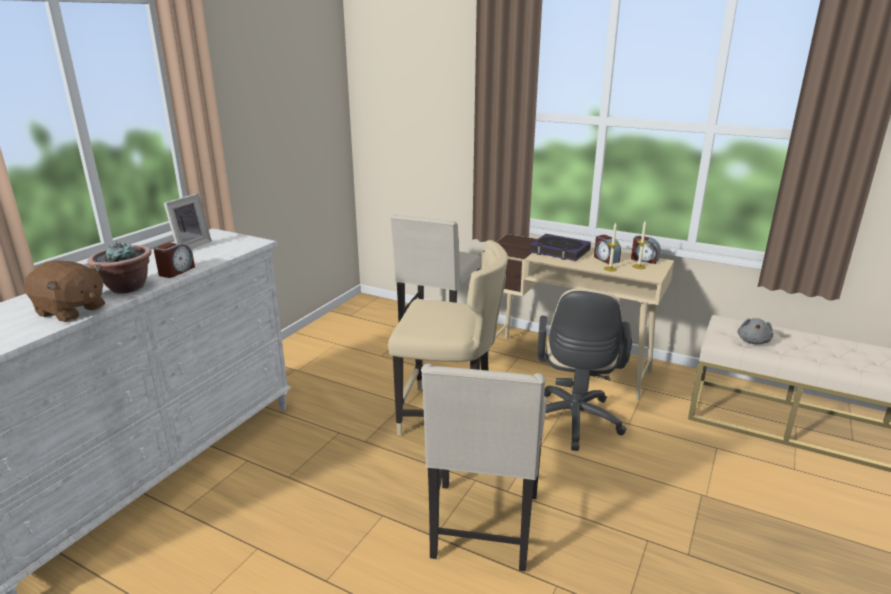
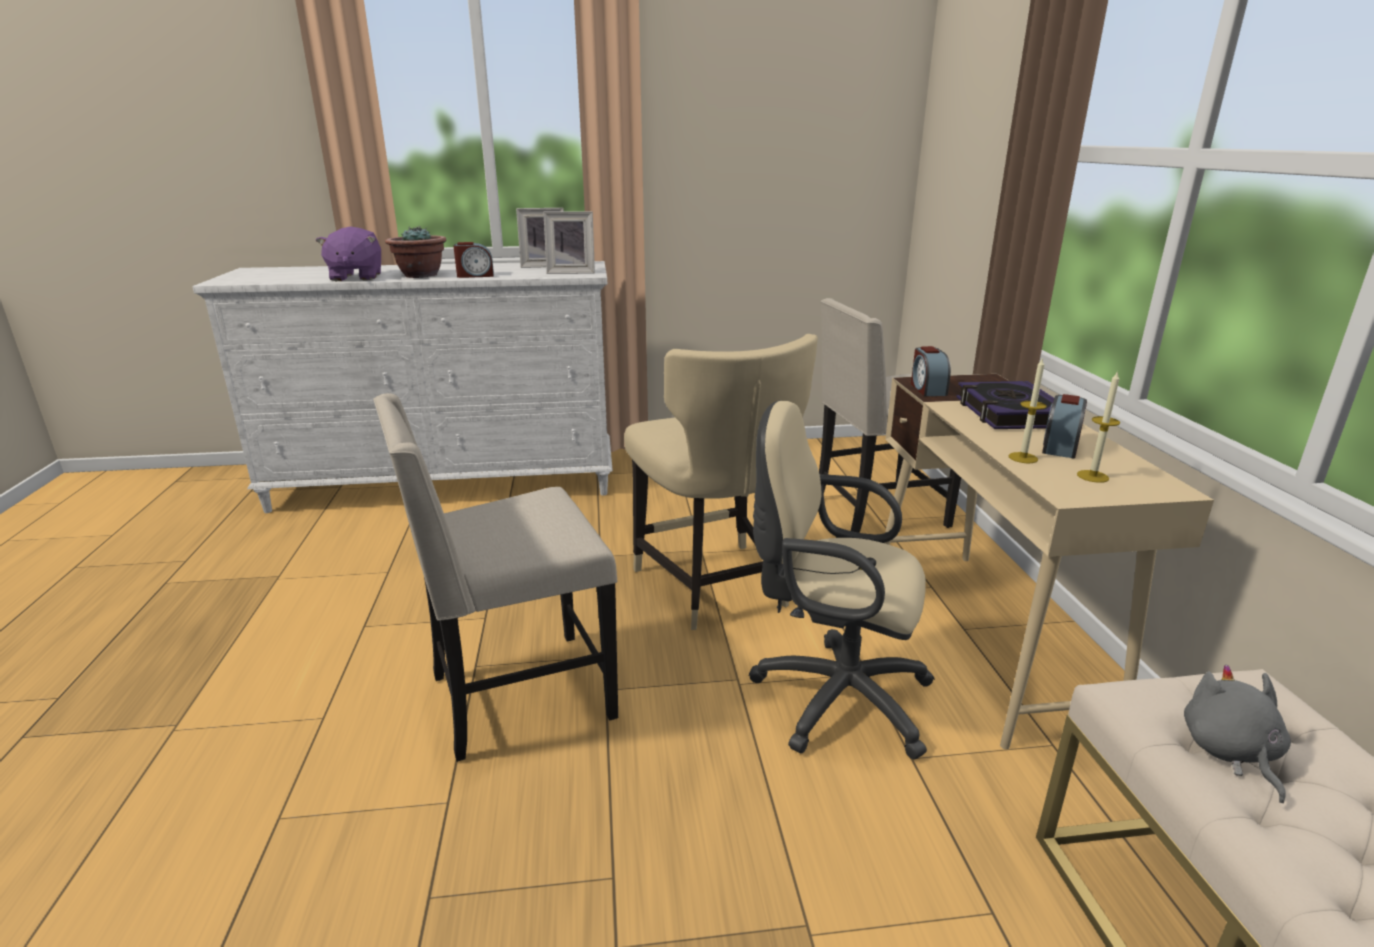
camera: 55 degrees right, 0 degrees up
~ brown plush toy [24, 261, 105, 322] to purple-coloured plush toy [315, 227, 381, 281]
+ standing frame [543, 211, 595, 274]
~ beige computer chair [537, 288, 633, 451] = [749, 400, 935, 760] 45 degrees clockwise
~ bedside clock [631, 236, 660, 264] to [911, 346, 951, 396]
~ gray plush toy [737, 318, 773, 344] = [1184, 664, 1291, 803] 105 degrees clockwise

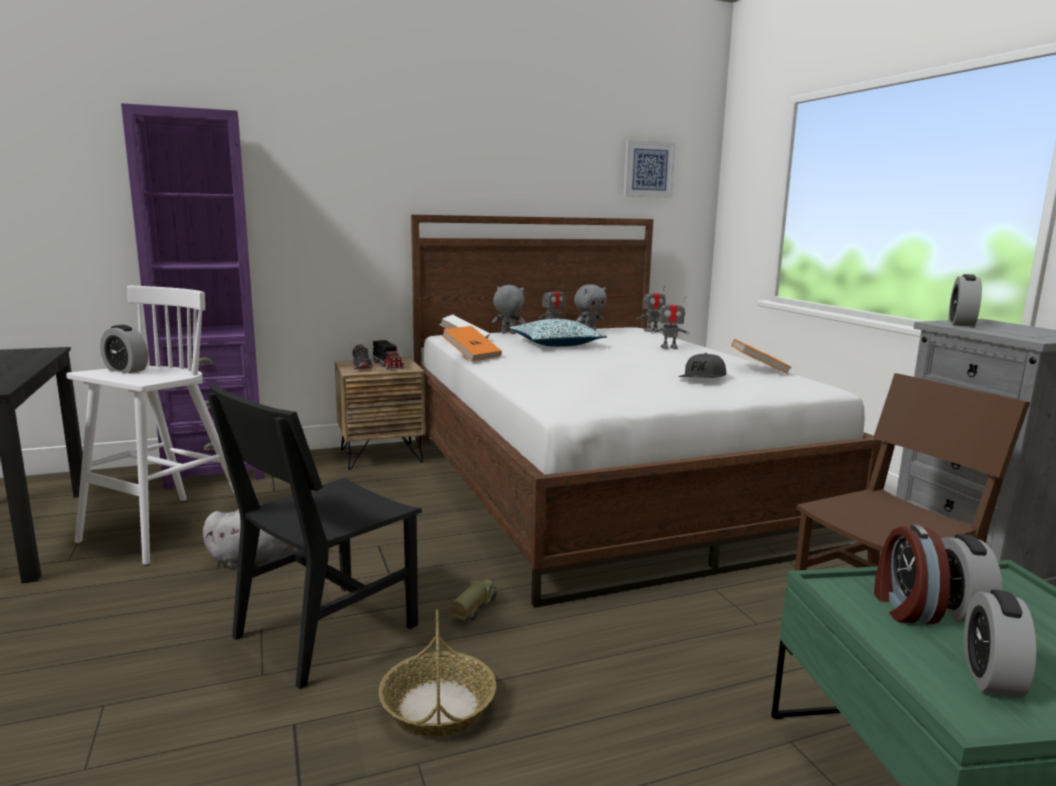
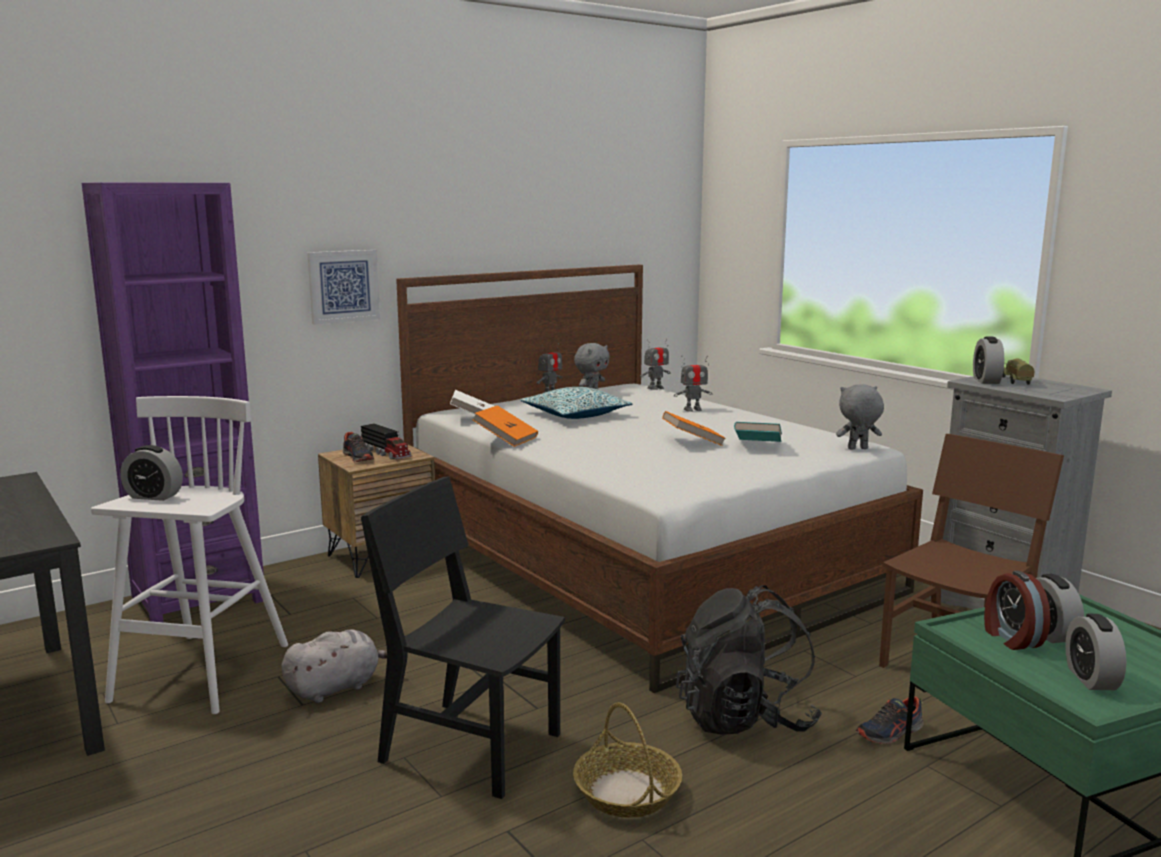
camera: 15 degrees left, 0 degrees up
~ wall art [624, 140, 676, 198] to [307, 250, 380, 325]
~ blackish chair [207, 385, 422, 689] = [361, 477, 565, 799] 90 degrees clockwise
~ orange book [731, 339, 792, 375] to [662, 411, 726, 446]
+ blackish rucksack [676, 585, 822, 734]
~ gray peaked cap [678, 353, 727, 378] to turquoise-coloured book [734, 422, 782, 442]
~ gray plush toy [492, 285, 526, 334] to [836, 384, 884, 450]
+ shoe [856, 696, 924, 744]
~ toy lorry [449, 580, 499, 621] to [1002, 358, 1035, 384]

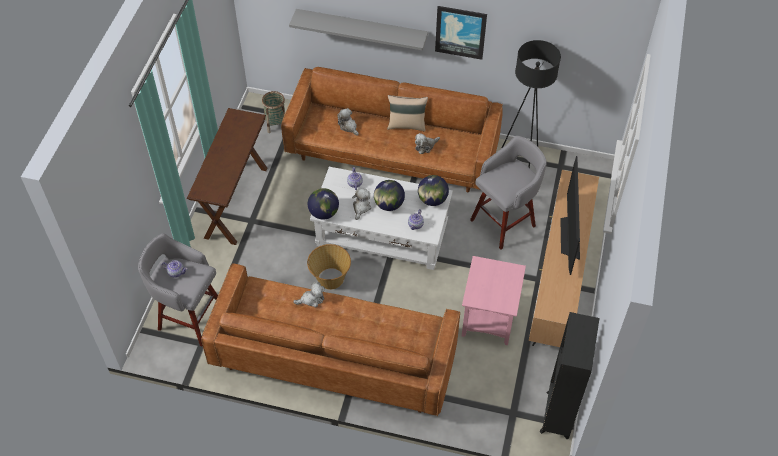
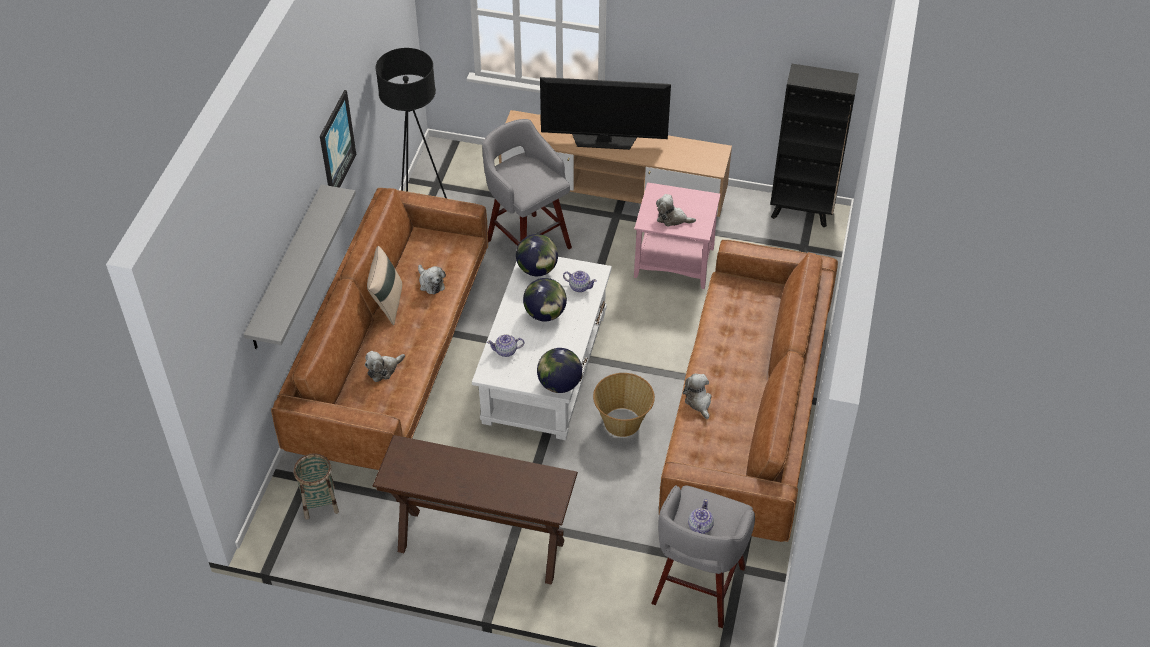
camera: 90 degrees left, 5 degrees down
~ plush toy [352, 189, 371, 220] to [656, 194, 696, 226]

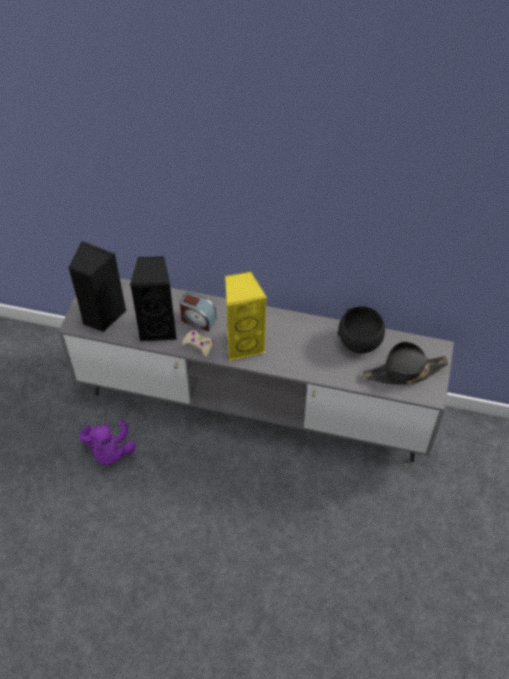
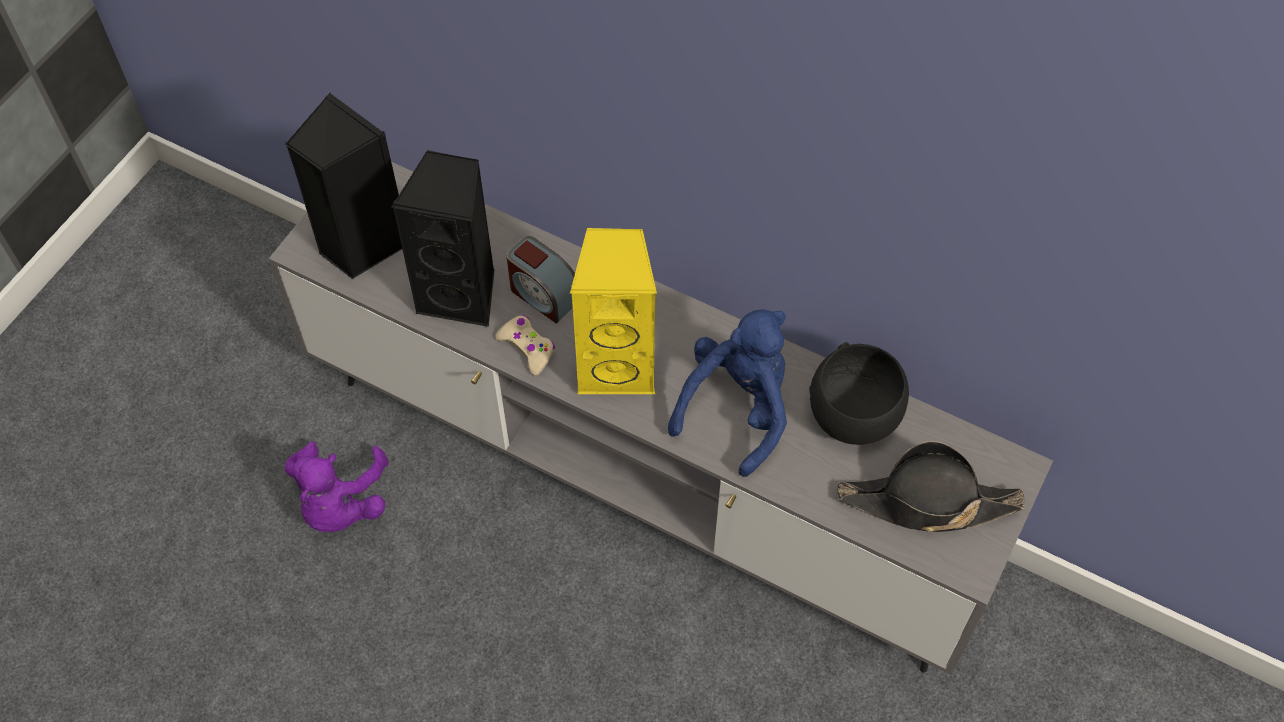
camera: 15 degrees right, 5 degrees up
+ blue-coloured plush toy [668, 309, 787, 477]

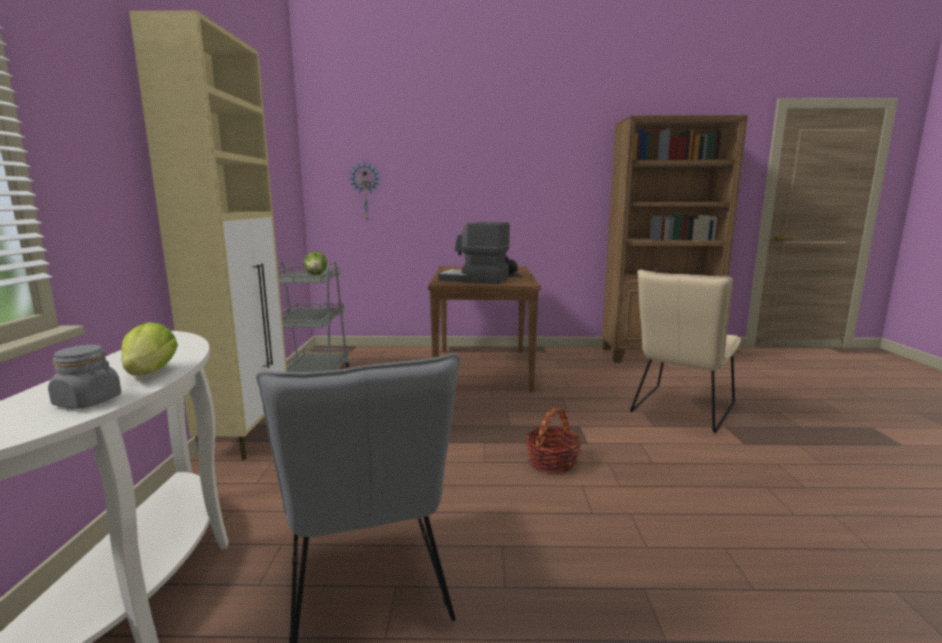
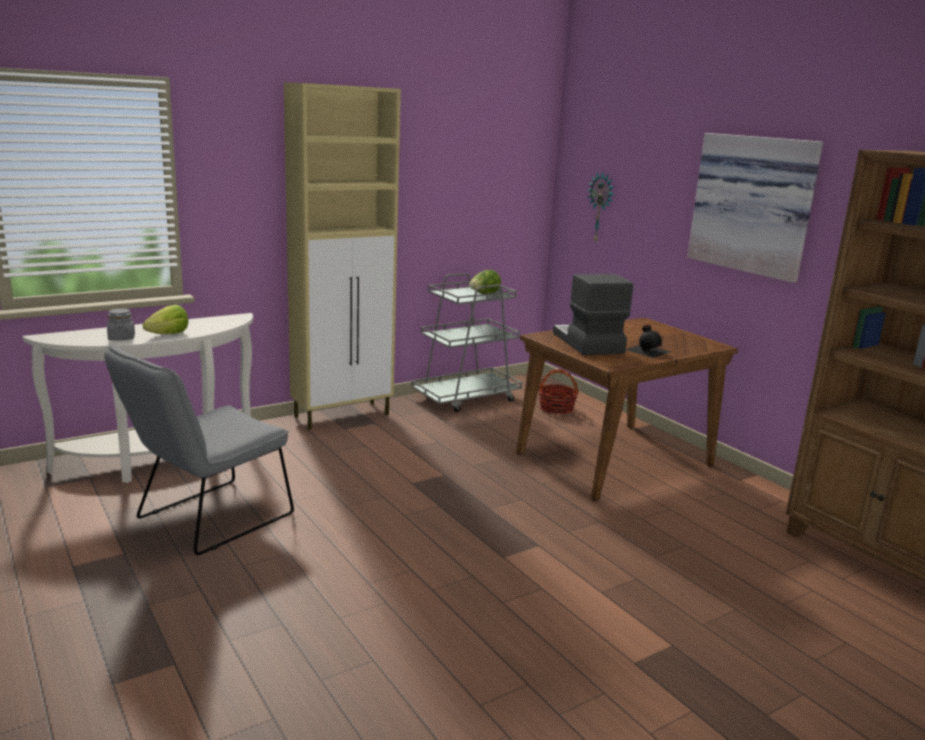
camera: 55 degrees right, 5 degrees up
~ storage basket [526, 408, 582, 474] to [538, 369, 579, 414]
+ wall art [687, 133, 823, 283]
- beige chair [630, 270, 741, 433]

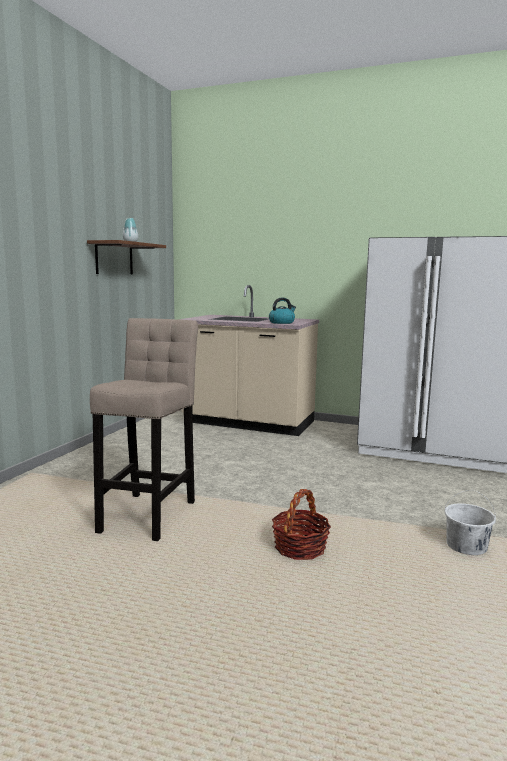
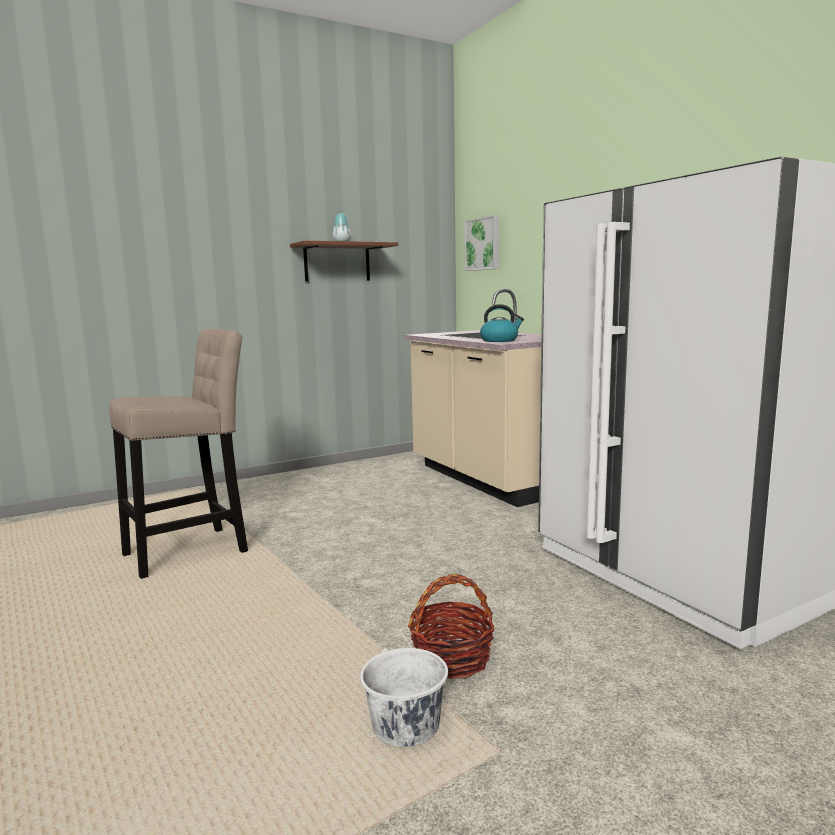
camera: 40 degrees right, 0 degrees up
~ storage basket [272, 489, 331, 560] to [408, 574, 495, 679]
+ wall art [465, 215, 499, 271]

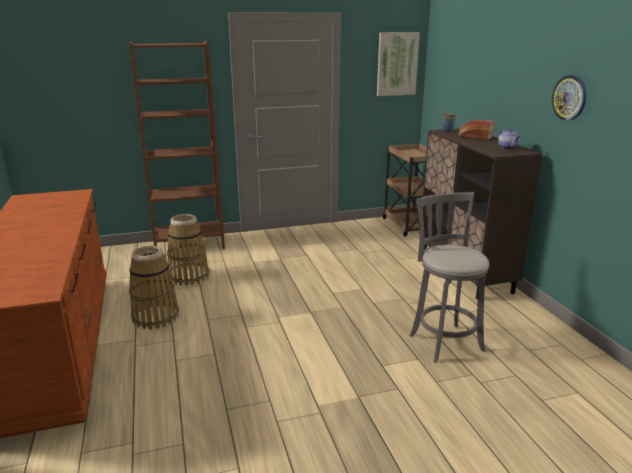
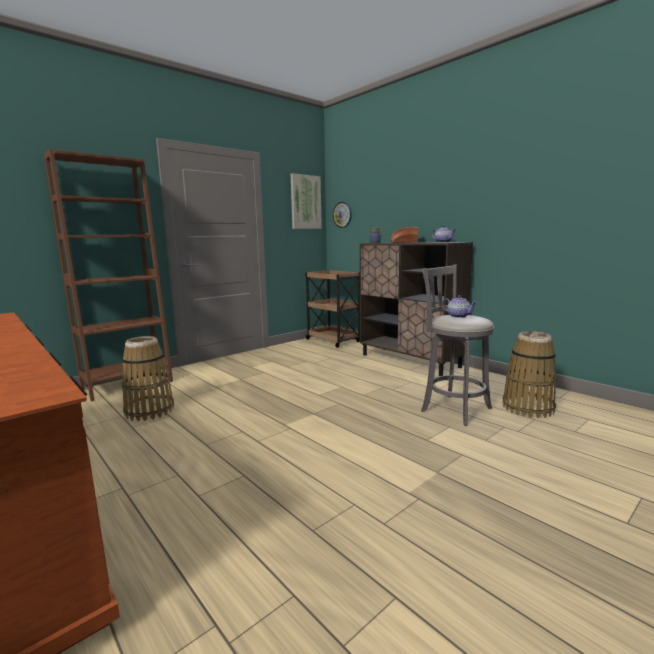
camera: 25 degrees left, 10 degrees down
~ clock on the wall [552, 75, 586, 121] to [333, 202, 352, 228]
+ tea pot [442, 295, 477, 318]
~ storage basket [129, 246, 179, 330] to [503, 331, 557, 418]

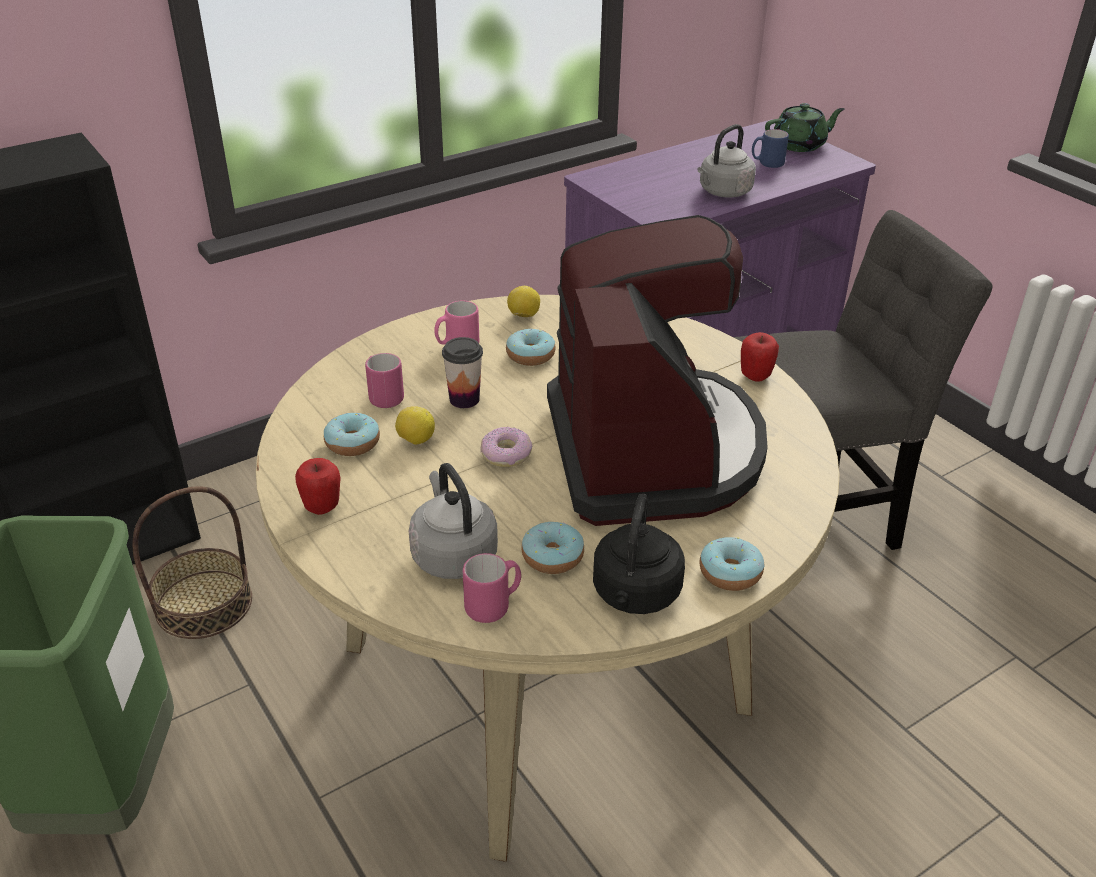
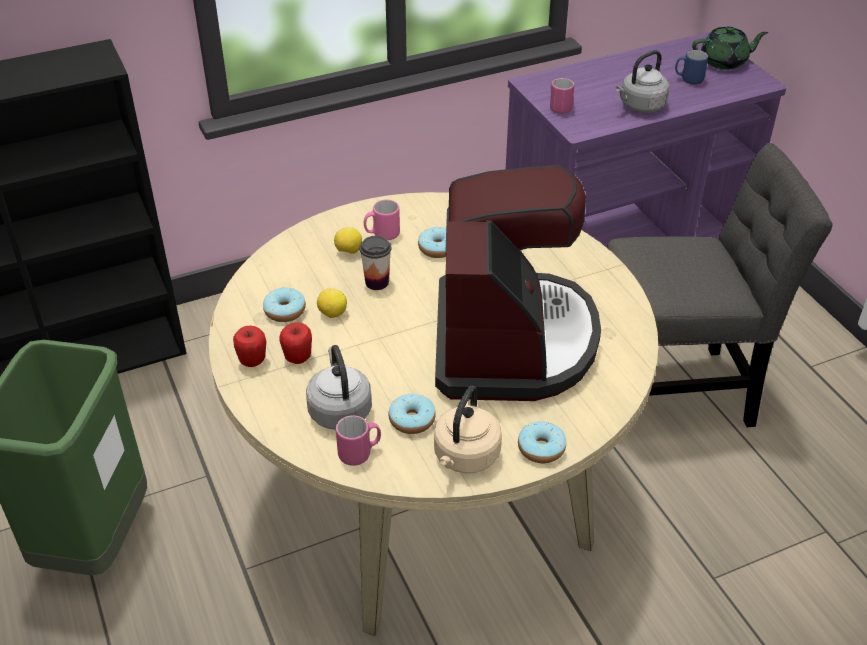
camera: 10 degrees right, 5 degrees up
~ whole apple [741, 332, 779, 382] to [280, 322, 312, 364]
~ citrus fruit [507, 286, 540, 317] to [334, 227, 362, 254]
~ blackish tea kettle [593, 493, 685, 614] to beige tea kettle [434, 385, 502, 473]
~ pink-coloured mug [365, 353, 404, 408] to [550, 78, 574, 114]
- storage basket [133, 486, 252, 639]
- doughnut [480, 427, 532, 467]

